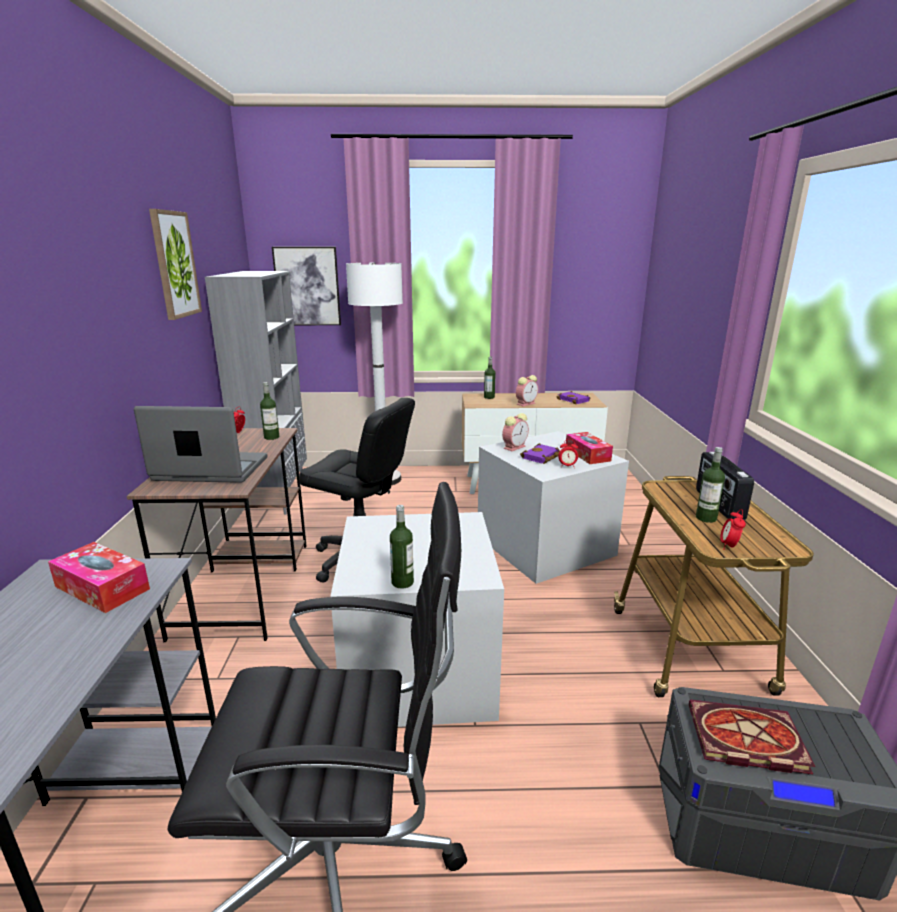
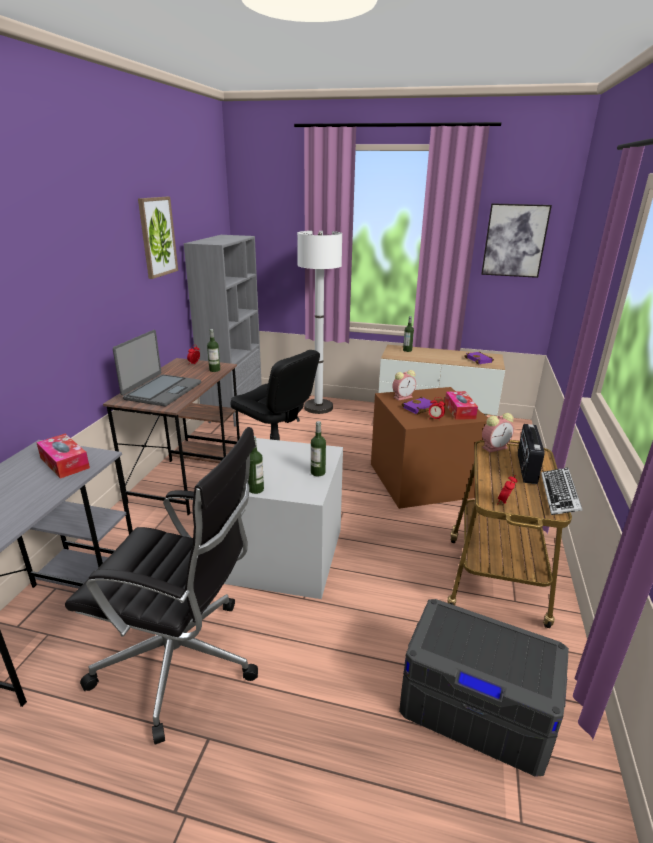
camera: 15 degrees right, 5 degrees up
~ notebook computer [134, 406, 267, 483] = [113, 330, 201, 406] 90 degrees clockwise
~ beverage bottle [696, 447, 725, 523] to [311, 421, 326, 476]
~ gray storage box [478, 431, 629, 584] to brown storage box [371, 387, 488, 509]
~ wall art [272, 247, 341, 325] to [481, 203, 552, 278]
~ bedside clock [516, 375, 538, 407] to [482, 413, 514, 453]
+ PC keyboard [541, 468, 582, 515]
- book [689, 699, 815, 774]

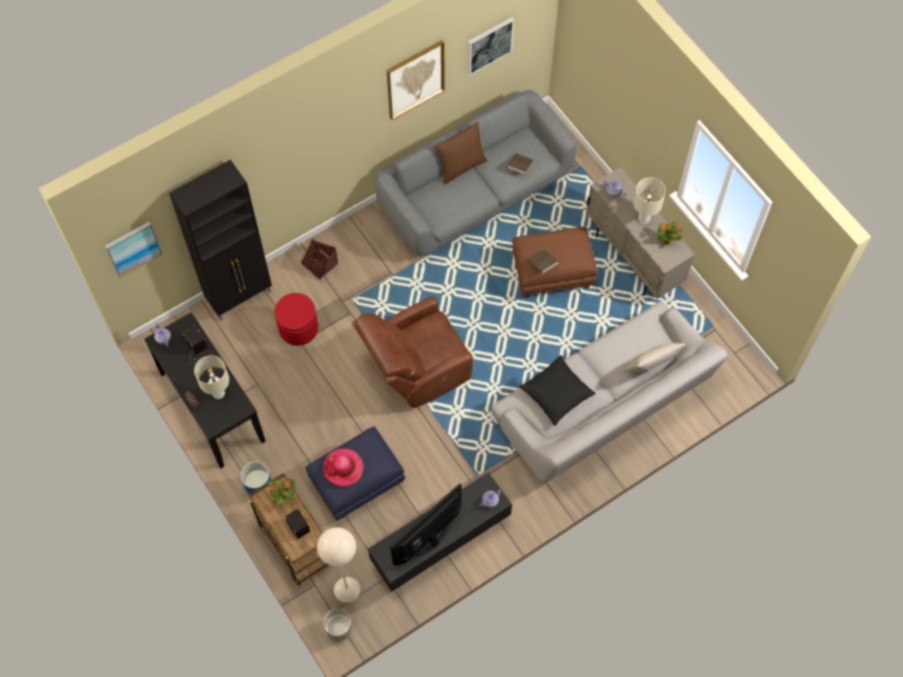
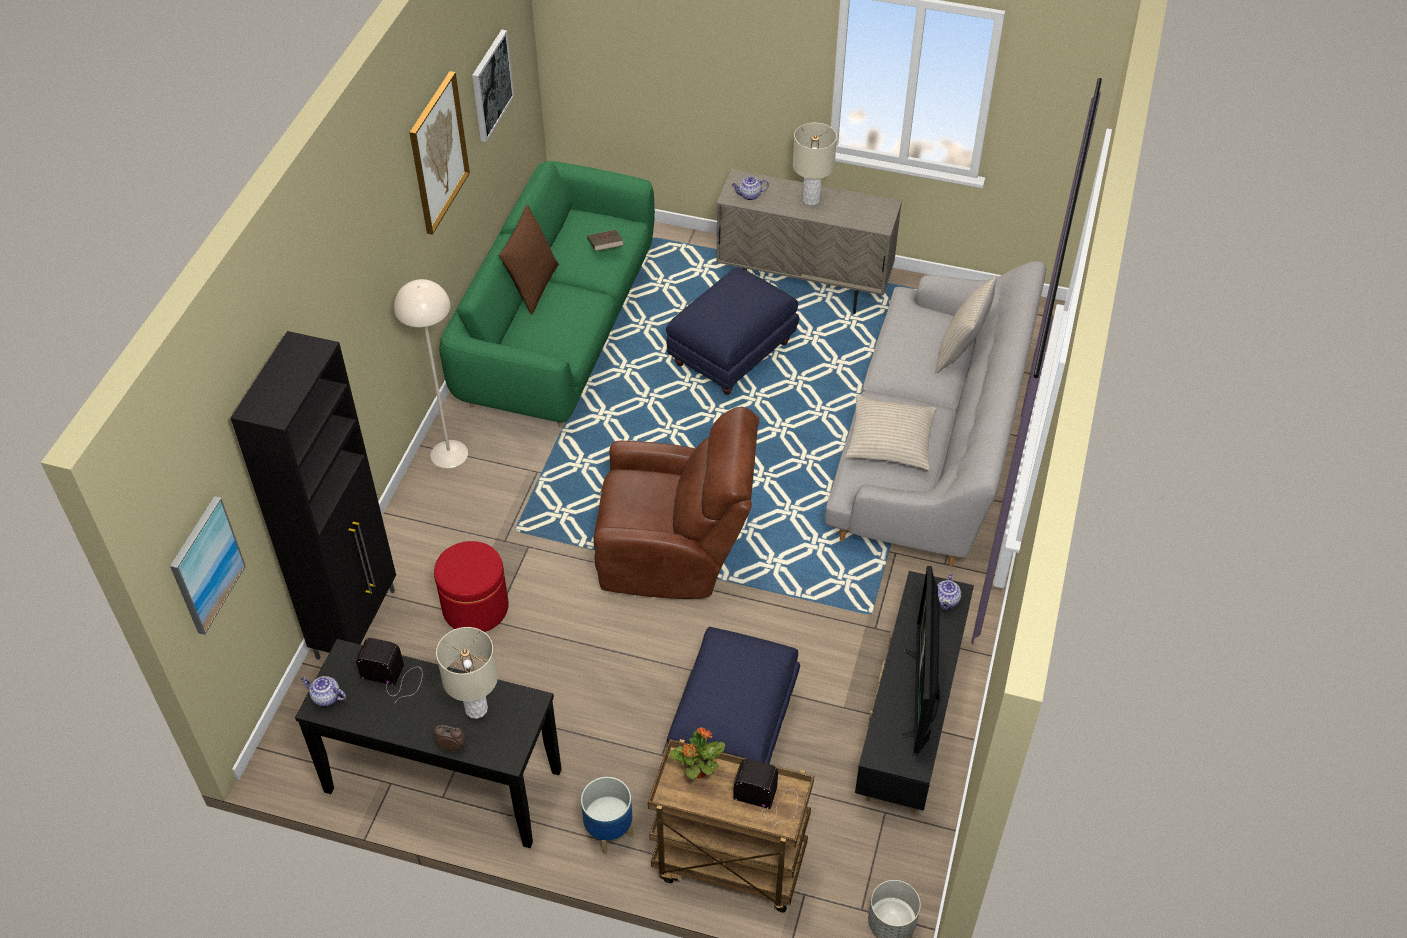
camera: 40 degrees left, 15 degrees down
~ beige floor lamp [317, 527, 360, 603] to [394, 279, 468, 468]
~ gray sofa [375, 90, 576, 256] to greenish sofa [440, 161, 655, 428]
~ brown armchair [352, 296, 473, 408] = [593, 407, 760, 599] 105 degrees counterclockwise
~ brown pouffe [512, 227, 598, 297] to blue-coloured pouffe [666, 267, 799, 395]
~ blackish pillow [519, 355, 596, 426] to beige pillow [845, 395, 937, 470]
- storage basket [301, 239, 338, 280]
- wearable hat [323, 449, 364, 486]
- brown book [528, 249, 559, 274]
- potted plant [657, 221, 683, 245]

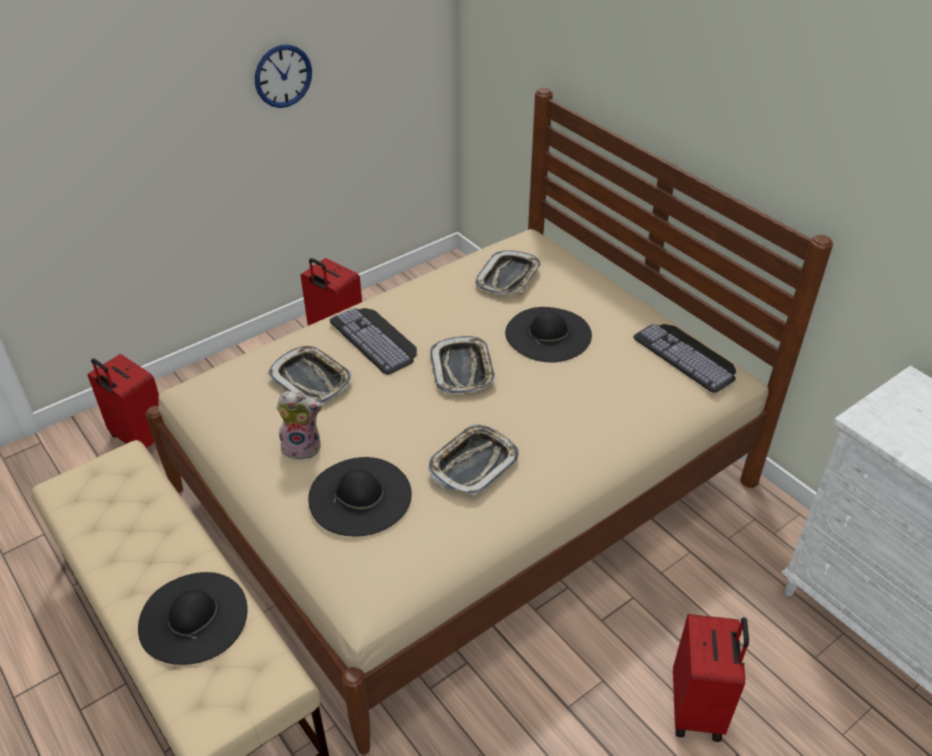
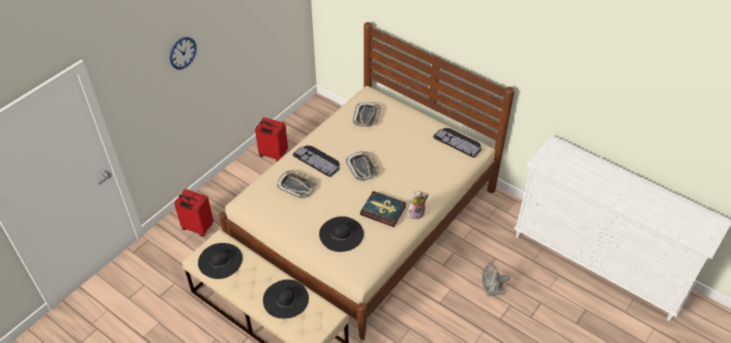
camera: 15 degrees left, 5 degrees up
~ clock on the wall [255, 44, 312, 108] to [170, 37, 197, 70]
~ blackish wearable hat [505, 307, 592, 362] to [198, 243, 242, 279]
~ serving tray [428, 424, 518, 496] to book [360, 191, 406, 227]
~ plush toy [276, 391, 322, 460] to [408, 191, 429, 219]
~ red travel case [673, 614, 749, 742] to gray fan [482, 263, 510, 296]

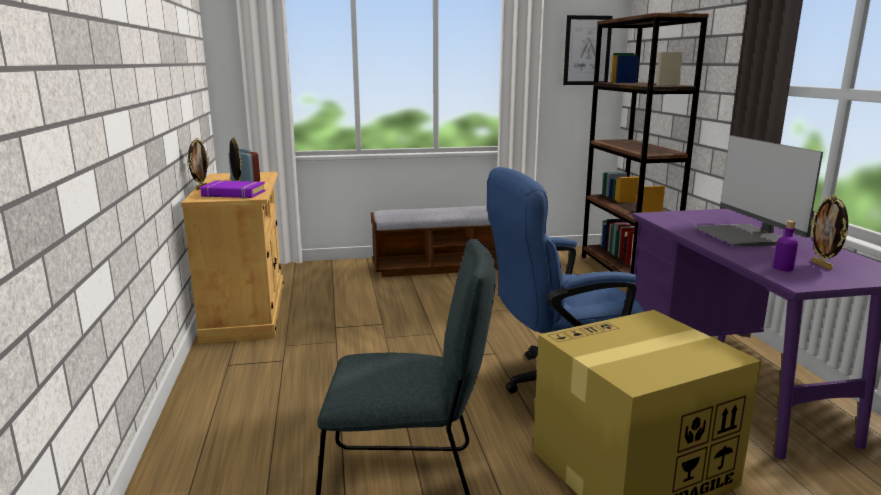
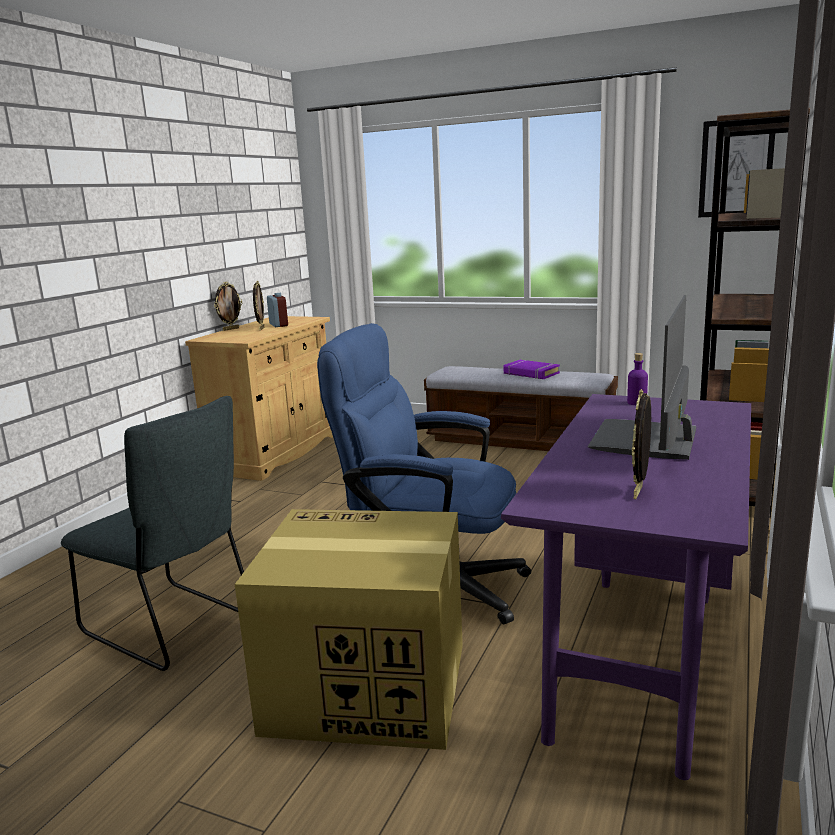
camera: 35 degrees right, 0 degrees up
~ purple-coloured book [200, 181, 265, 198] to [504, 360, 560, 379]
~ purple-coloured beverage bottle [773, 220, 798, 271] to [627, 353, 648, 405]

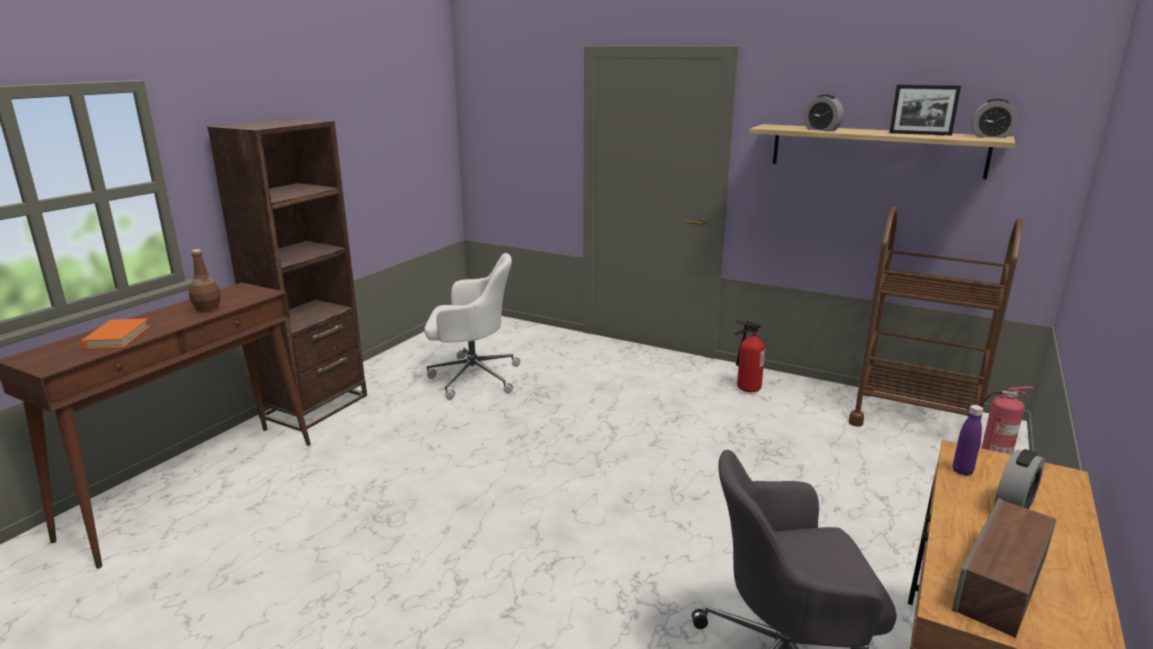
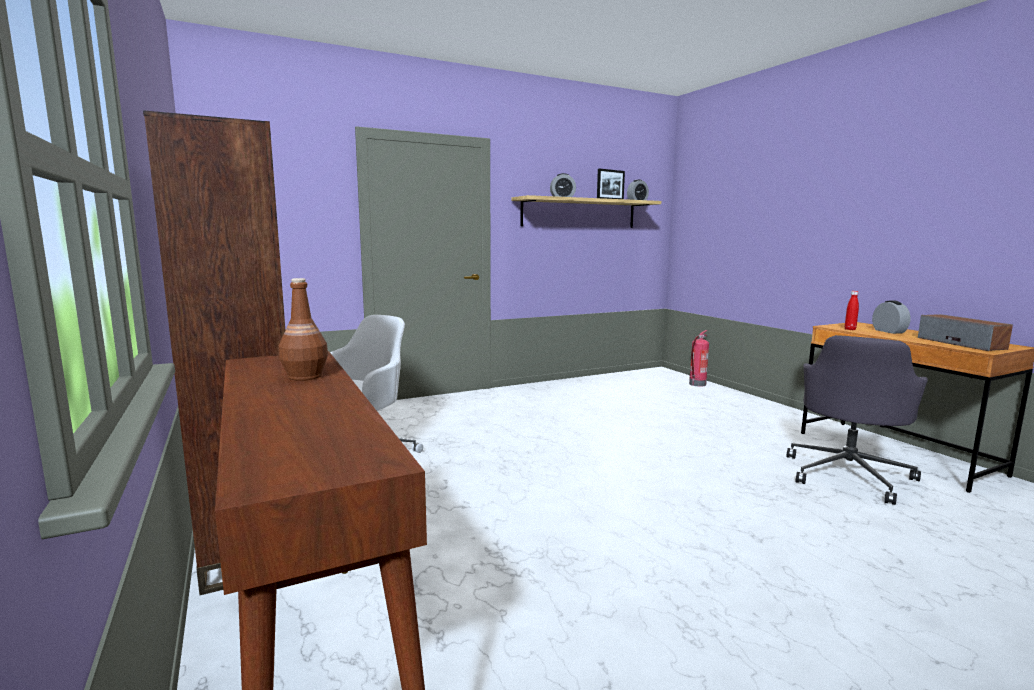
camera: 55 degrees left, 10 degrees down
~ purple-coloured beverage bottle [953, 405, 983, 476] to red beverage bottle [845, 291, 859, 330]
- orange book [80, 318, 150, 349]
- fire-fighting cylinder [734, 321, 765, 392]
- brown trolley [849, 206, 1023, 447]

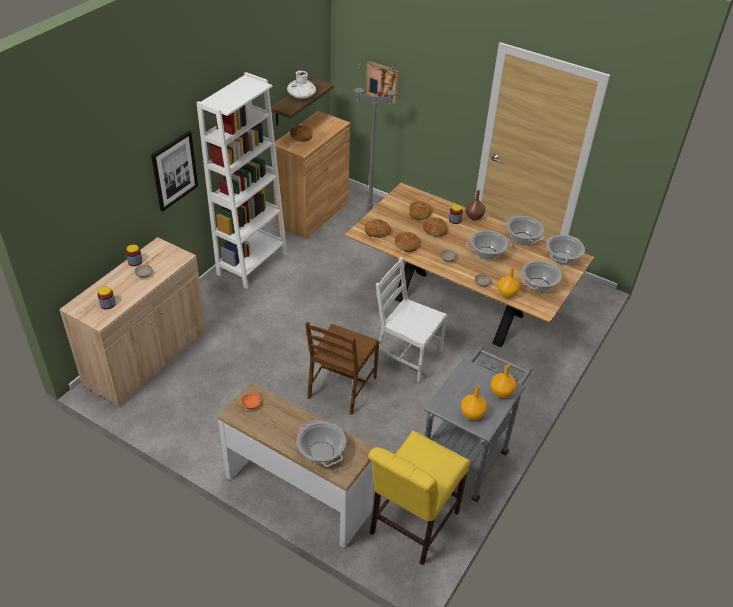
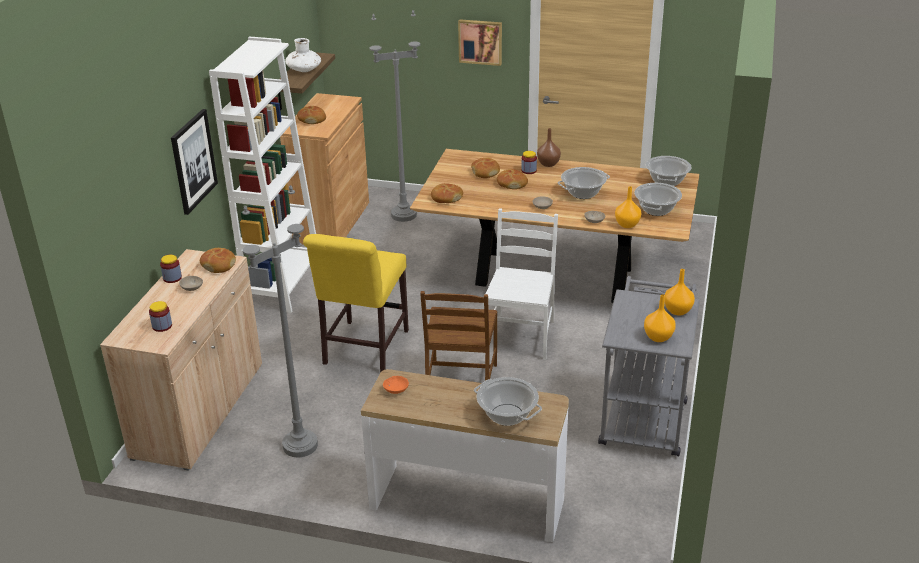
camera: 15 degrees left, 10 degrees down
~ bakery bread [395, 232, 420, 252] to [200, 248, 236, 273]
+ gray floor lamp [242, 185, 318, 457]
~ yellow chair [368, 430, 471, 565] to [303, 234, 409, 373]
~ wall art [366, 61, 399, 104] to [458, 19, 502, 66]
~ white chair [372, 257, 447, 382] = [483, 208, 558, 360] 90 degrees clockwise
- cooking pot [505, 216, 545, 245]

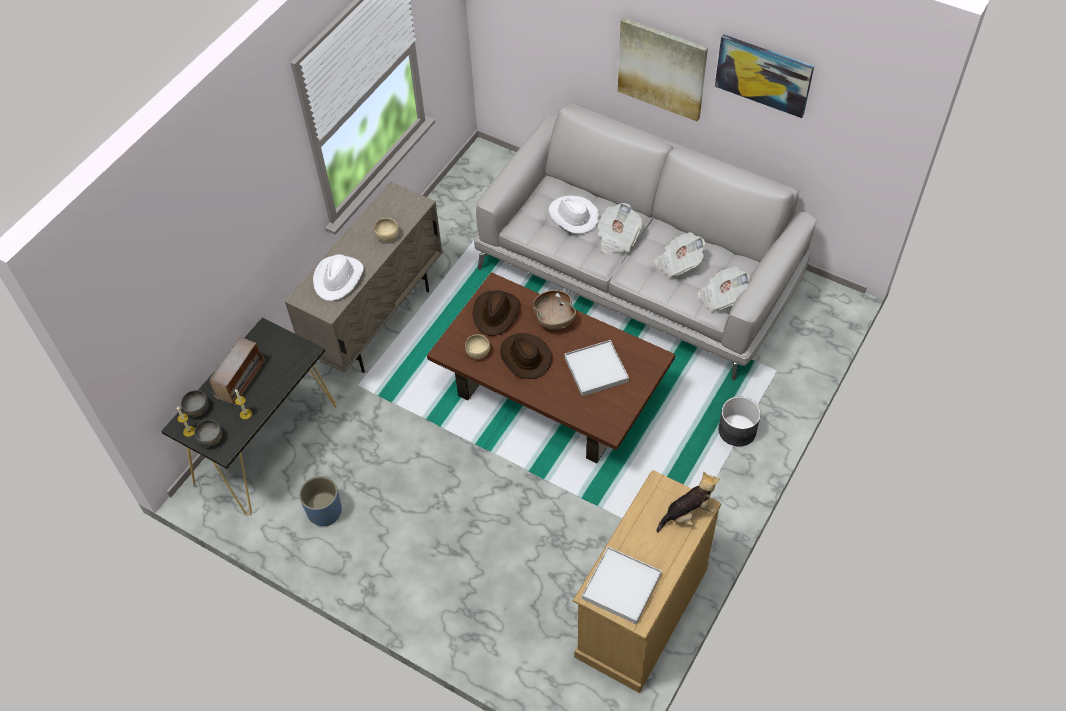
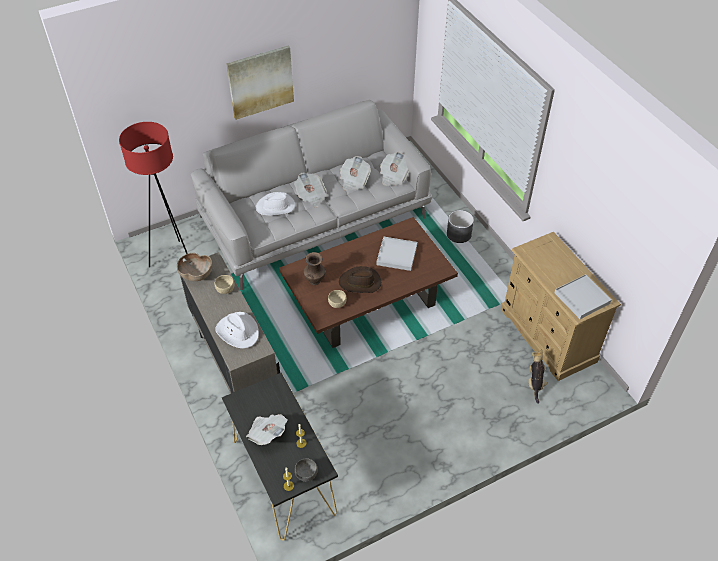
camera: 60 degrees left, 5 degrees down
+ red floor lamp [119, 122, 188, 267]
~ brown deep dish [533, 290, 576, 330] to [177, 253, 212, 281]
~ radio [209, 337, 266, 405] to printed paper [246, 414, 288, 445]
~ brown wearable hat [472, 290, 520, 336] to brown decorative vase [303, 252, 325, 285]
~ plush toy [656, 472, 719, 532] to [528, 349, 548, 404]
- gray deep dish [181, 390, 209, 417]
- blue-coloured flower pot [299, 476, 342, 526]
- wall art [715, 34, 814, 118]

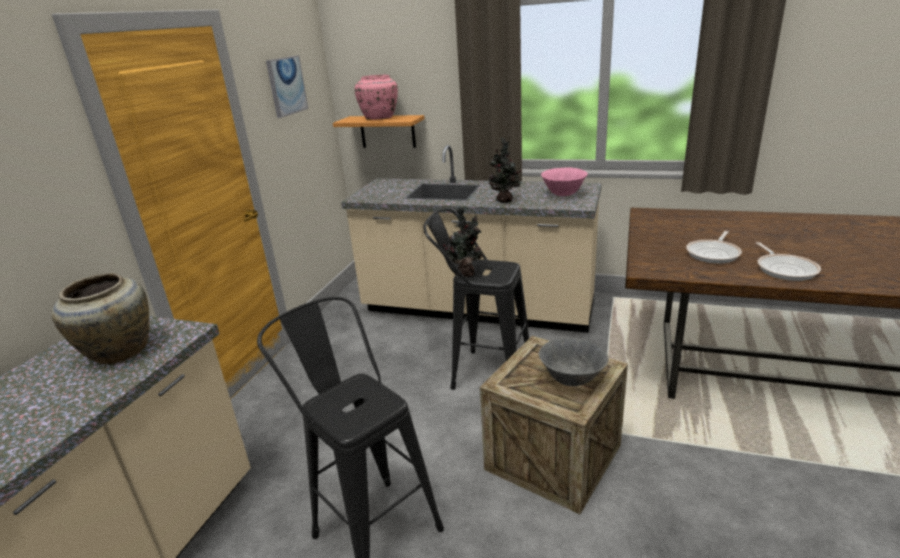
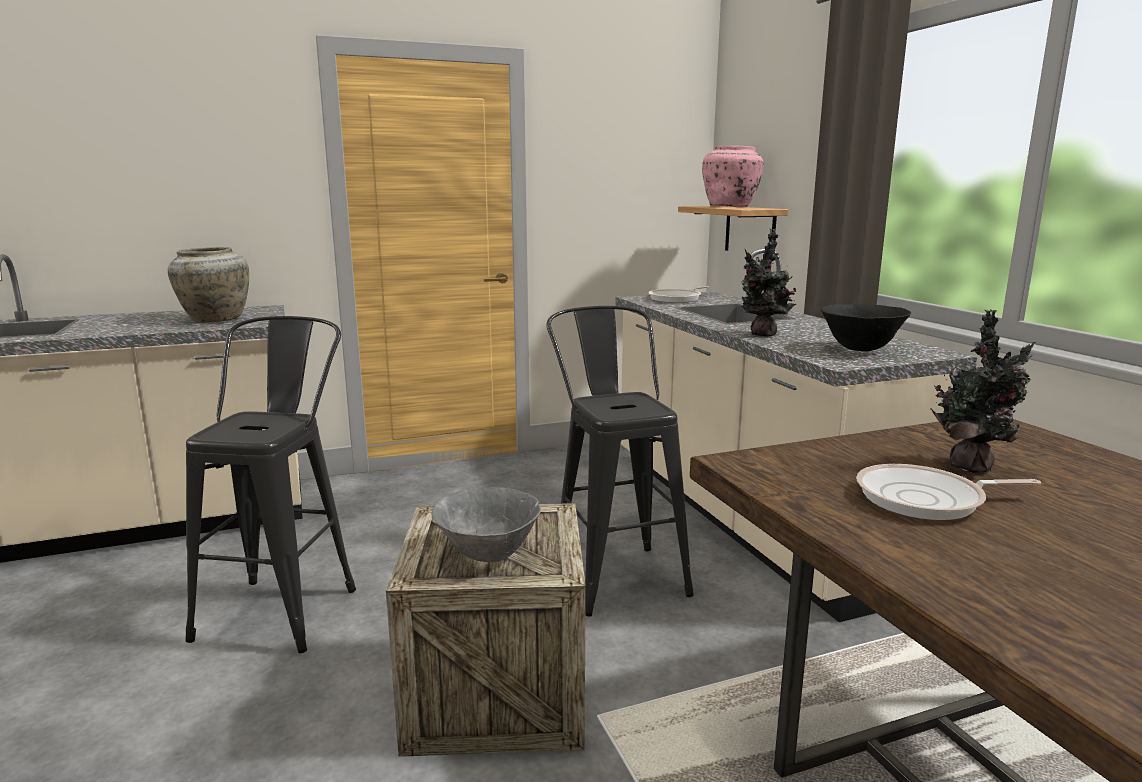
camera: 50 degrees right, 10 degrees down
~ skillet [756, 242, 821, 281] to [648, 286, 710, 303]
~ pink-coloured deep dish [541, 167, 588, 196] to blackish deep dish [821, 304, 911, 351]
~ potted plant [444, 208, 483, 277] to [930, 309, 1035, 473]
- wall art [266, 56, 308, 118]

